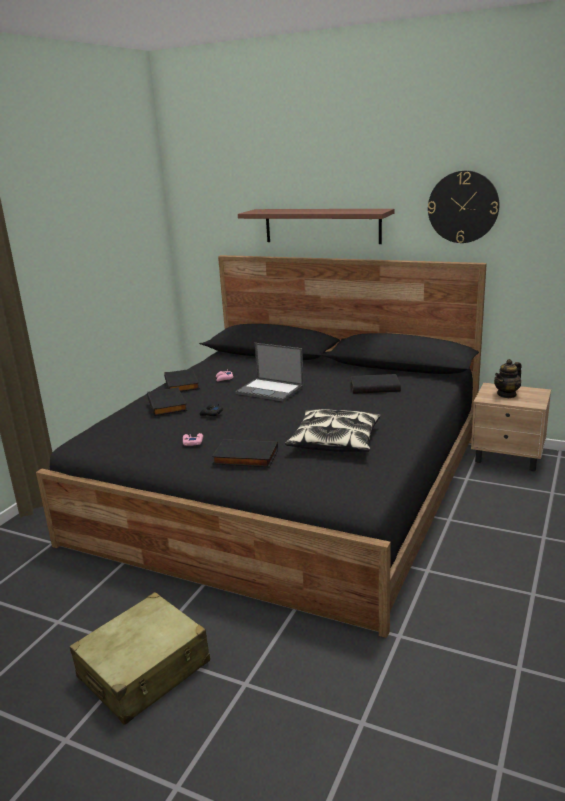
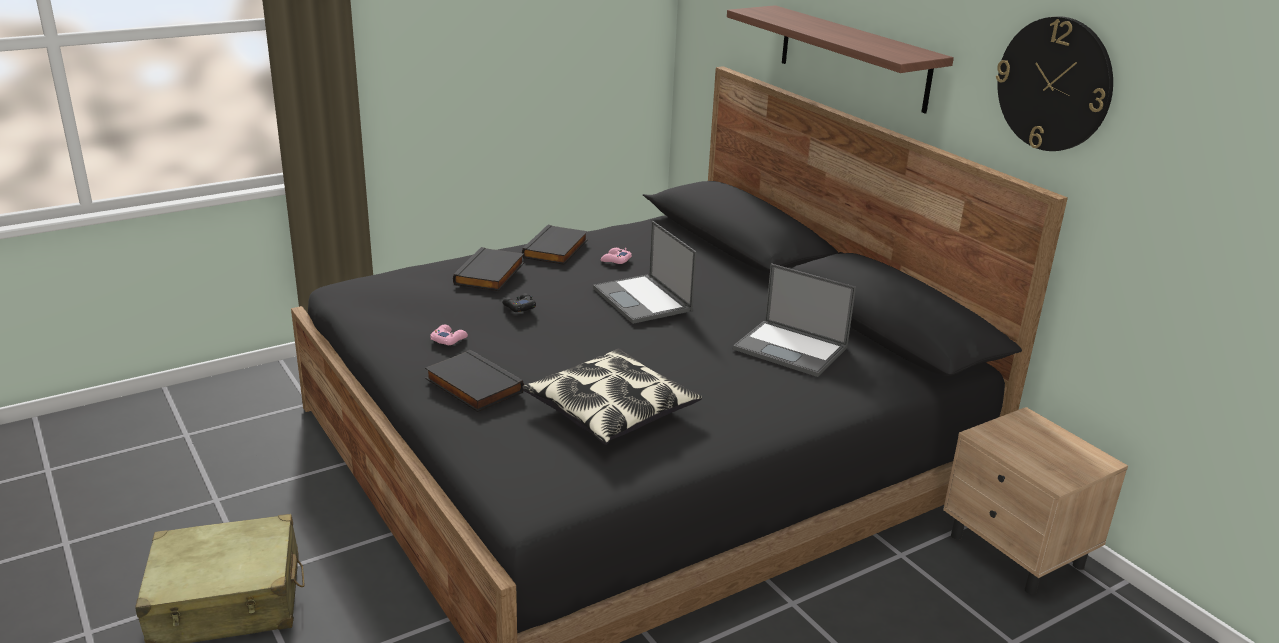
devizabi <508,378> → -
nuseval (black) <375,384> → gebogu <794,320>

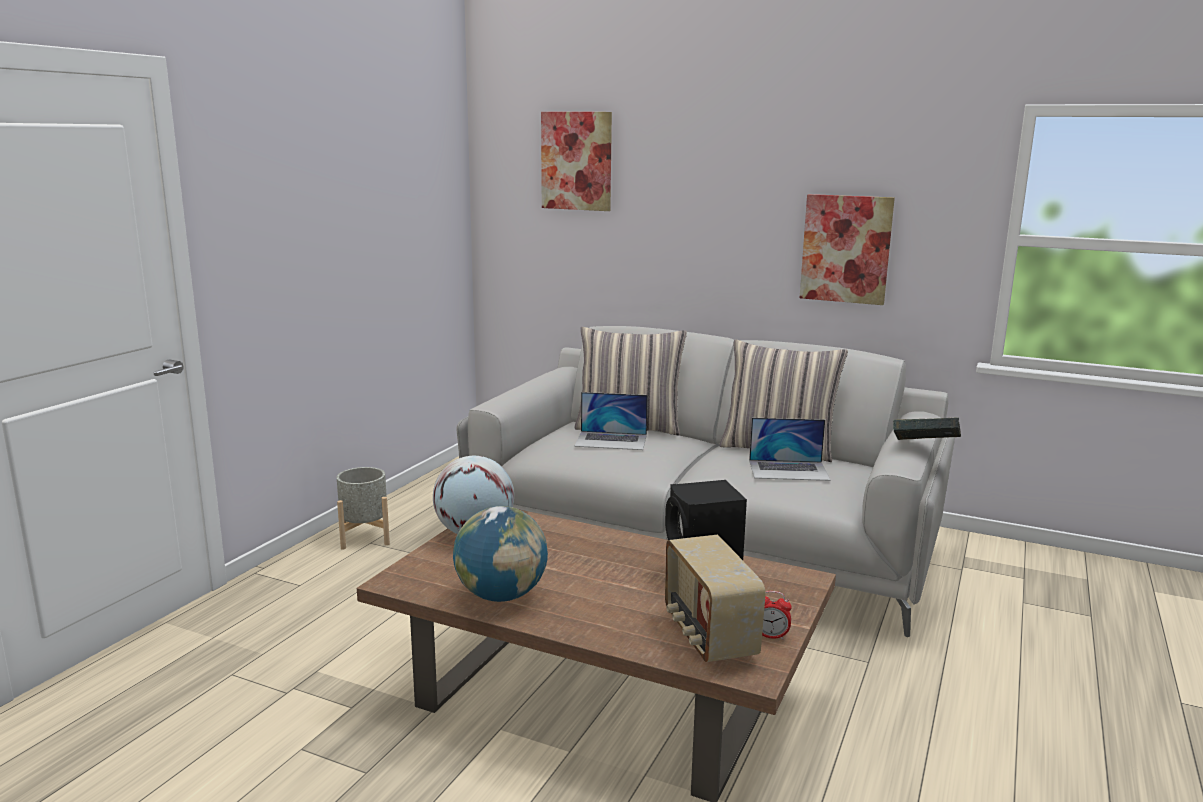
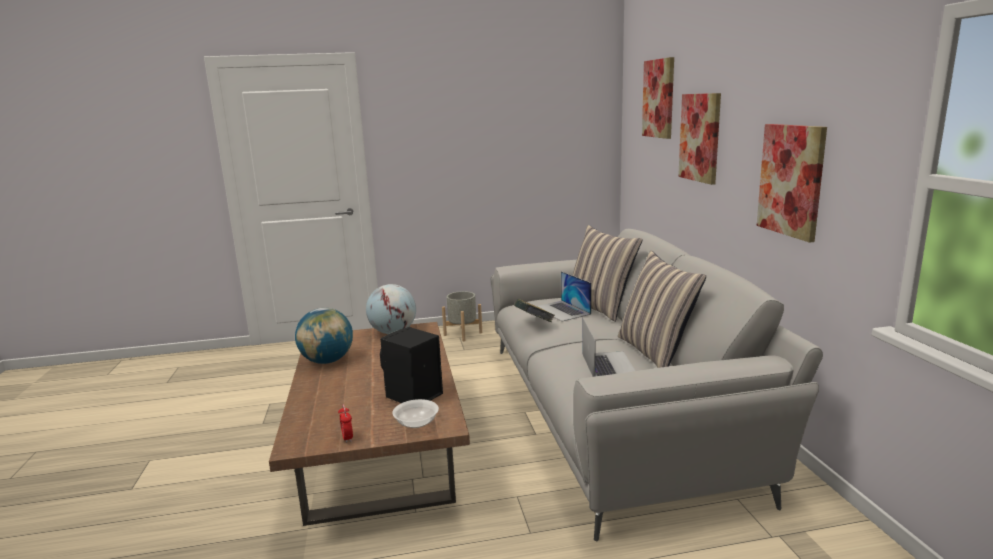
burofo <715,598> → -
- → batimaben <415,413>
- → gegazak <699,139>
nuseval <927,429> → nuseval <534,310>, move
gebogu <790,449> → gebogu <608,347>, 150 degrees counterclockwise

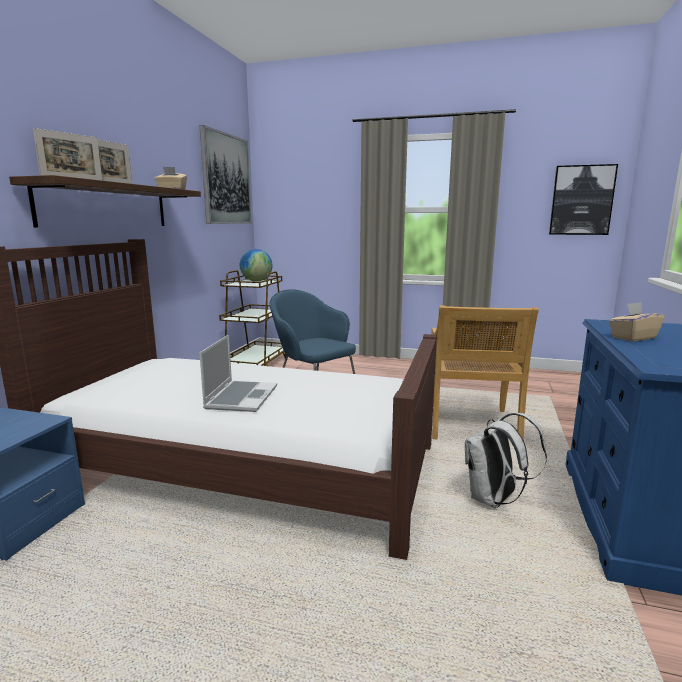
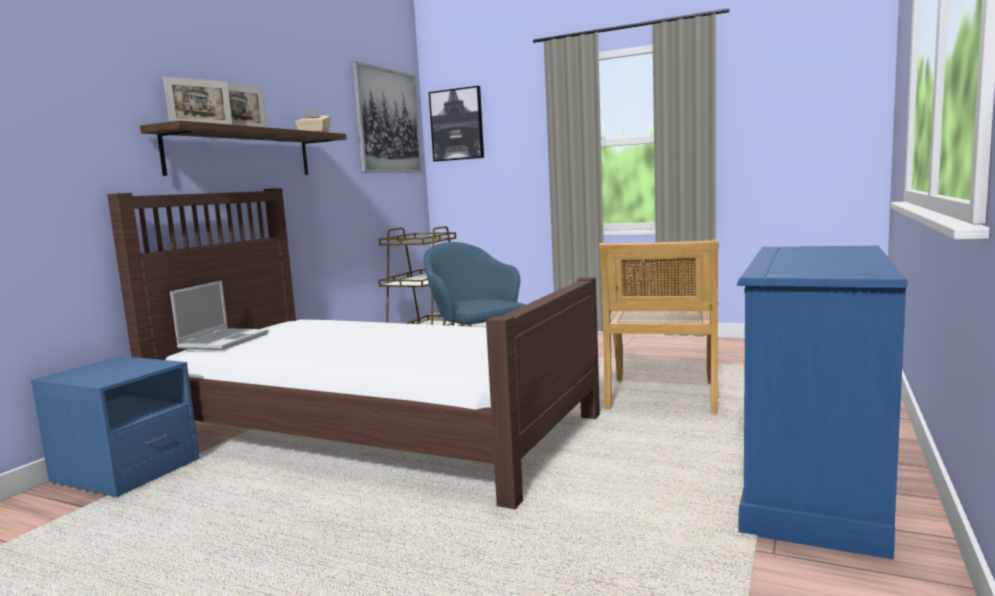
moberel <256,265> → -
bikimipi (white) <506,460> → -
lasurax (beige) <637,321> → -
gebogu <238,373> → gebogu <219,315>, move
gegazak <583,199> → gegazak <456,124>, move

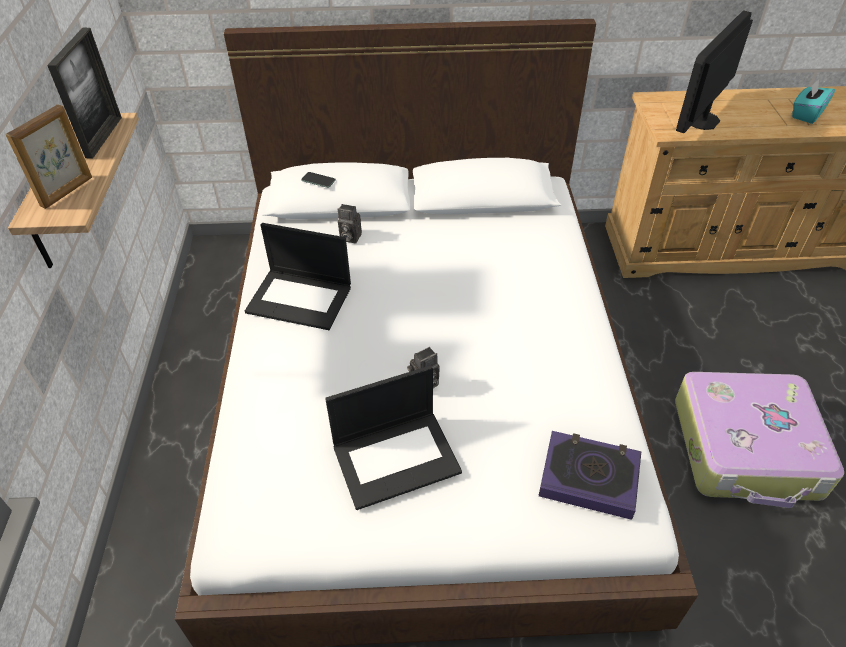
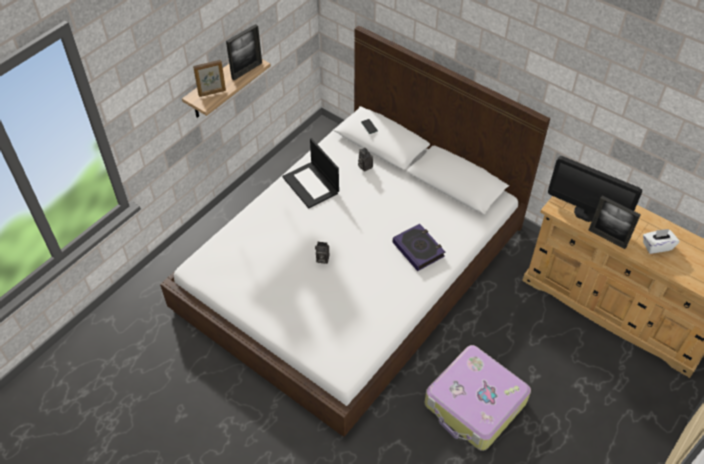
gebogu <393,437> → -
- → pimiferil <615,222>
nuseval <589,475> → nuseval <419,247>, move
lasurax (turquoise) <813,102> → lasurax (white) <661,241>
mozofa <714,72> → mozofa <595,189>, 135 degrees counterclockwise

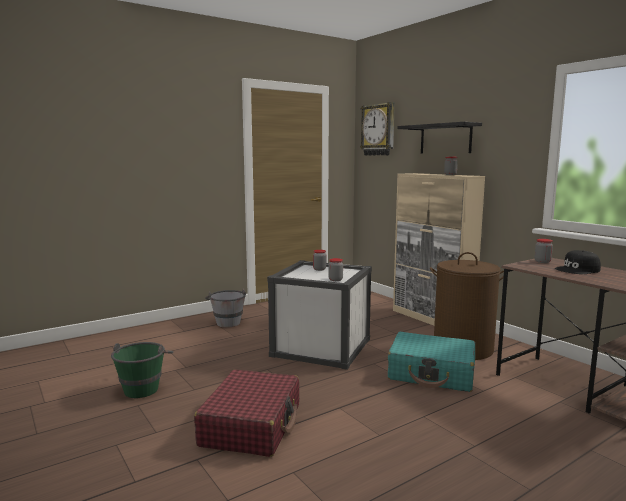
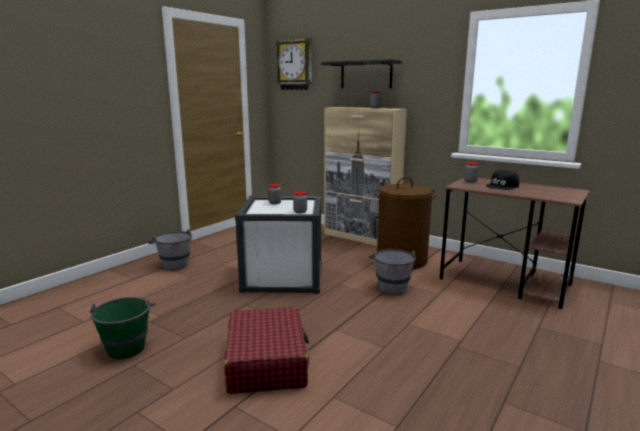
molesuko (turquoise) <431,362> → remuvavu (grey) <392,271>

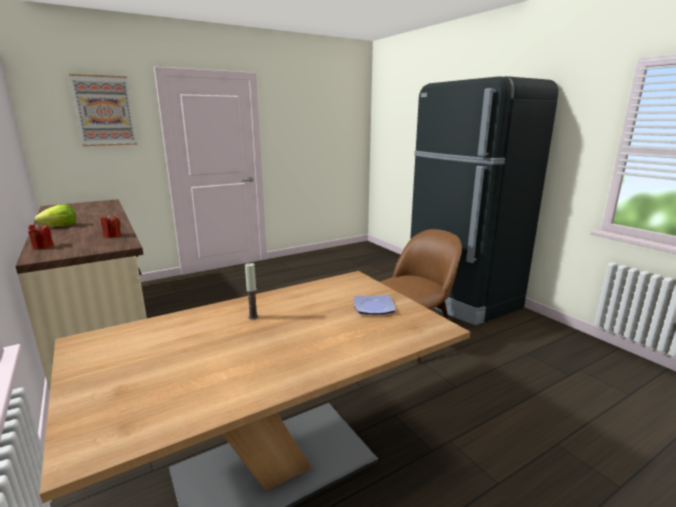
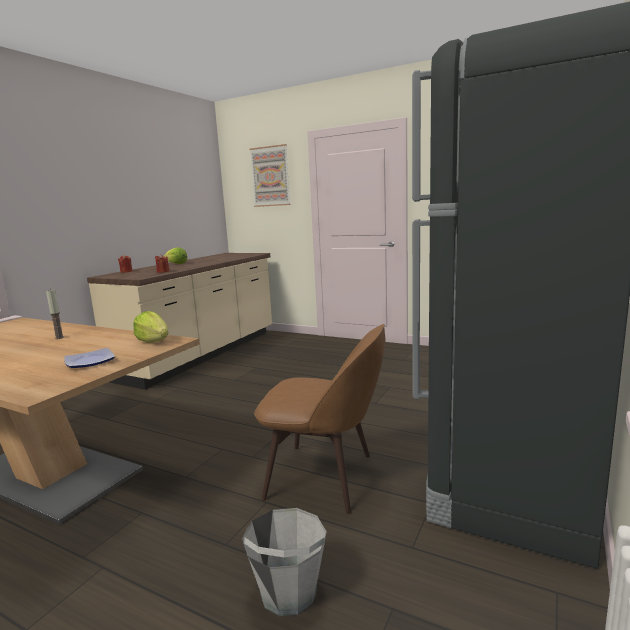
- → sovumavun <150,327>
- → remuvavu (grey) <284,562>

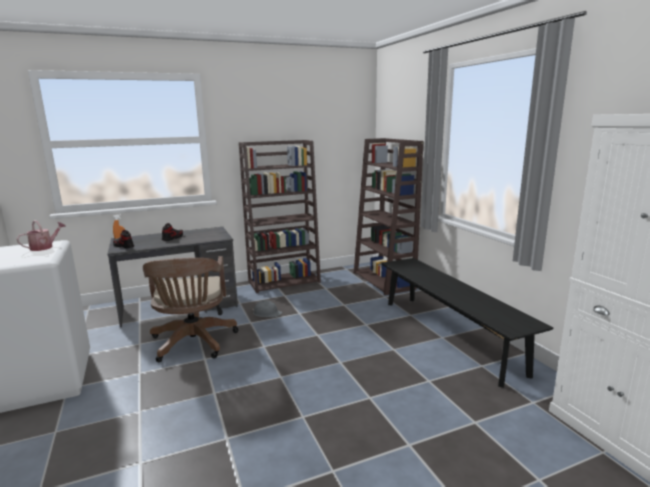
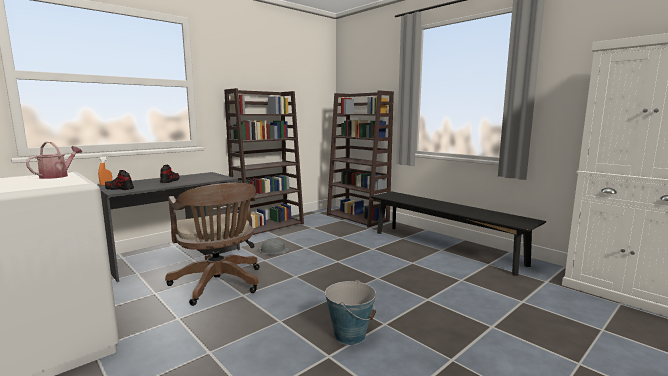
- → remuvavu <350,312>

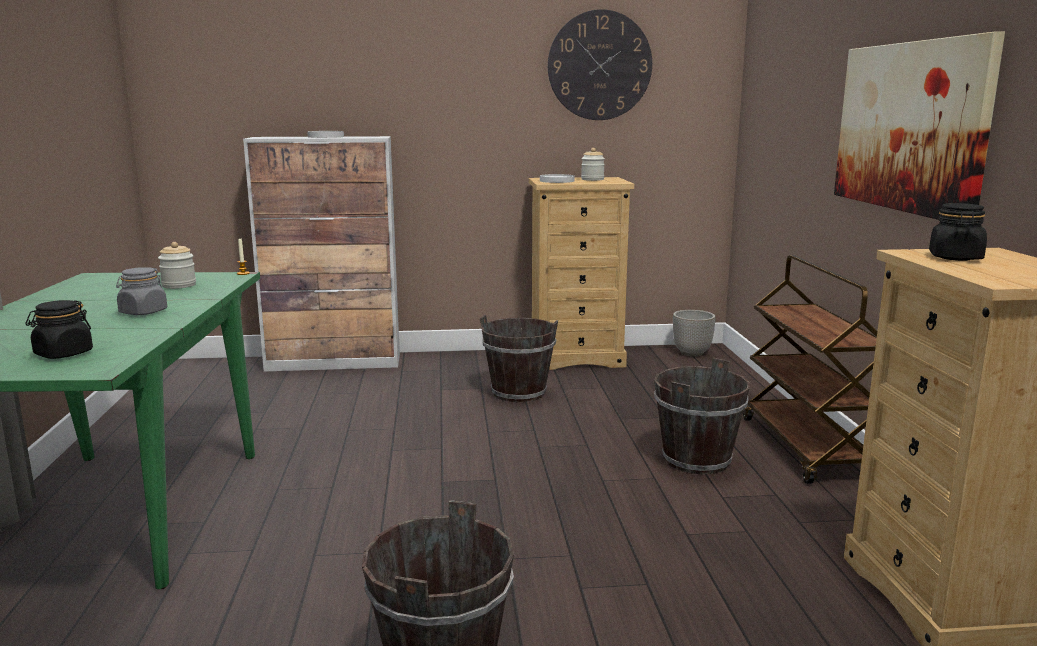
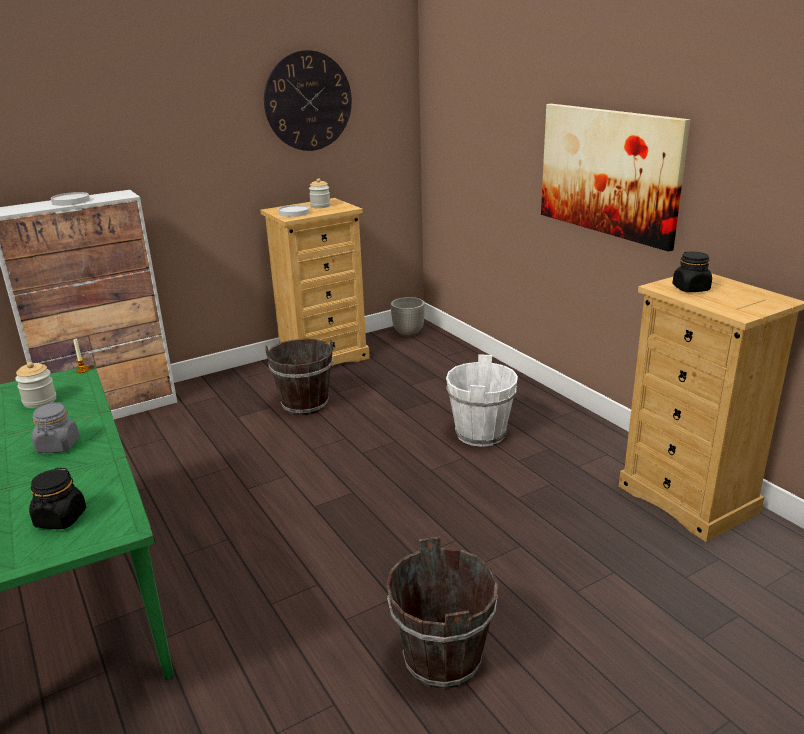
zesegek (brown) <810,369> → -
remuvavu (brown) <702,416> → remuvavu (white) <482,400>

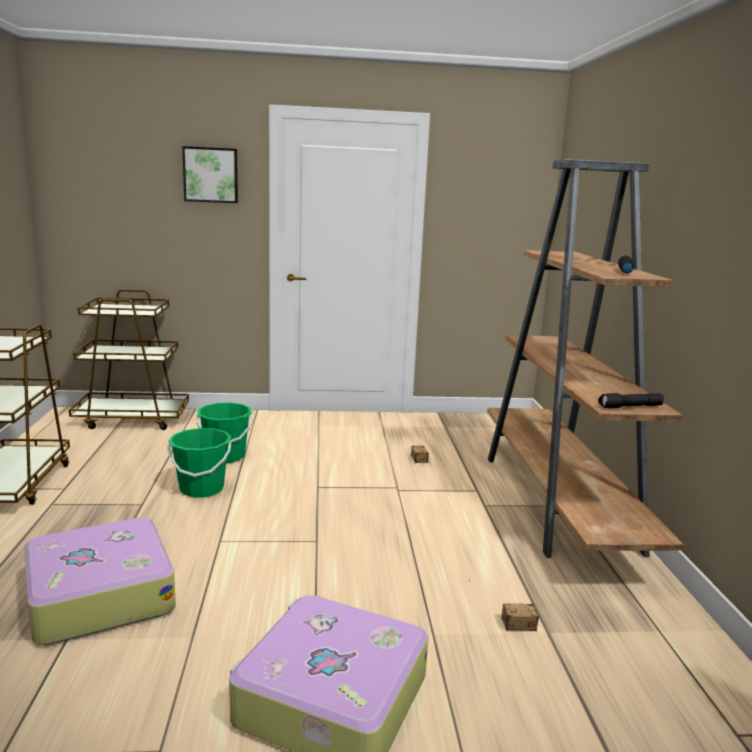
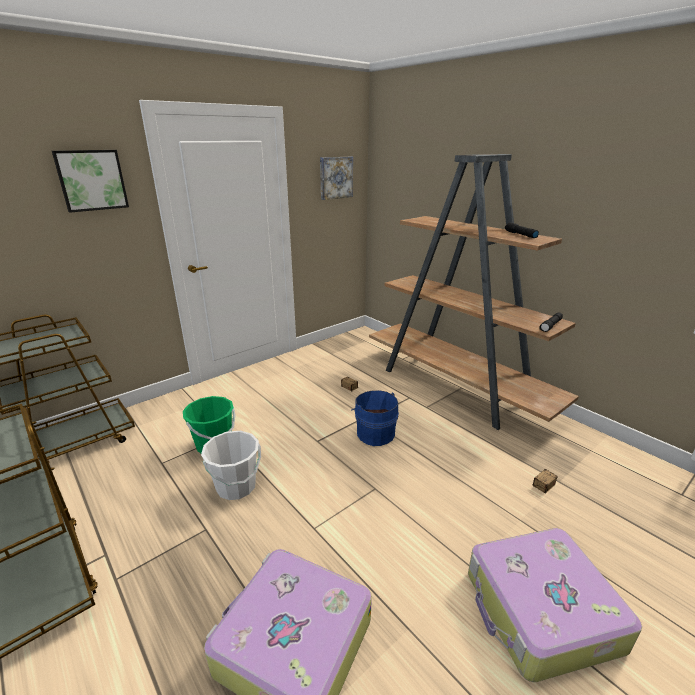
- → gegazak <336,178>
- → remuvavu (blue) <375,418>
remuvavu (green) <199,463> → remuvavu (white) <231,465>

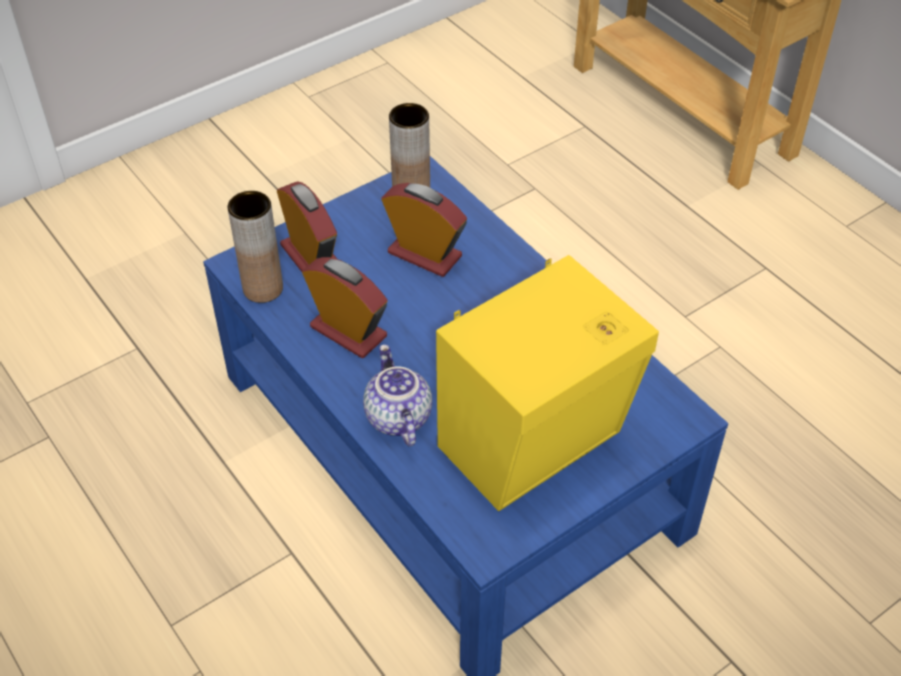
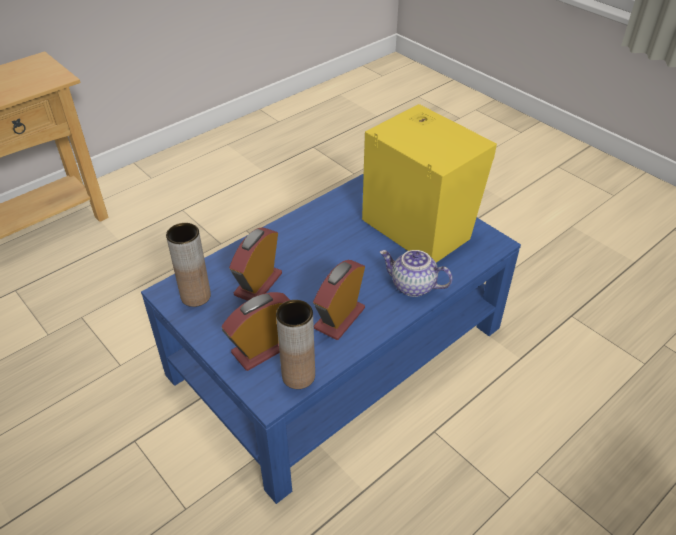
devizabi <397,395> → devizabi <416,273>, 45 degrees clockwise

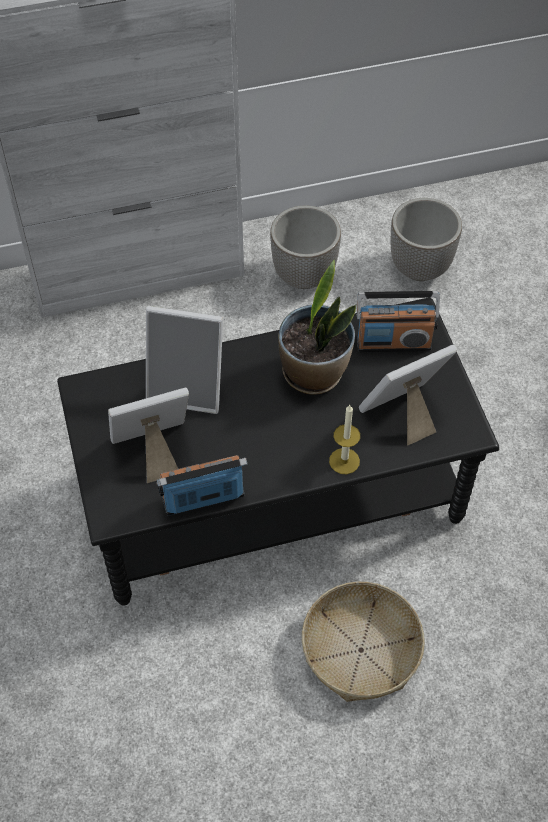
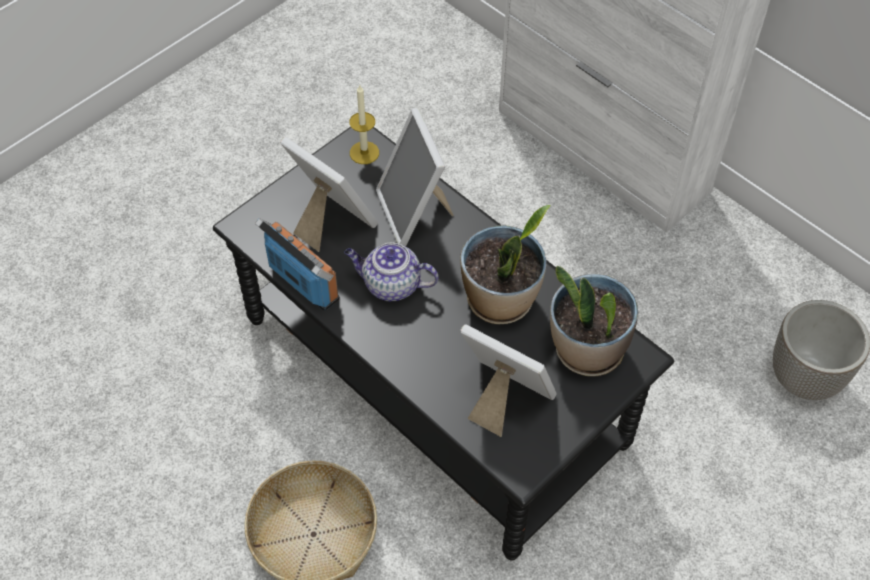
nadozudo <305,247> → -
- → devizabi <391,271>
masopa <344,439> → masopa <364,124>, move
burofo <398,321> → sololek <594,321>

